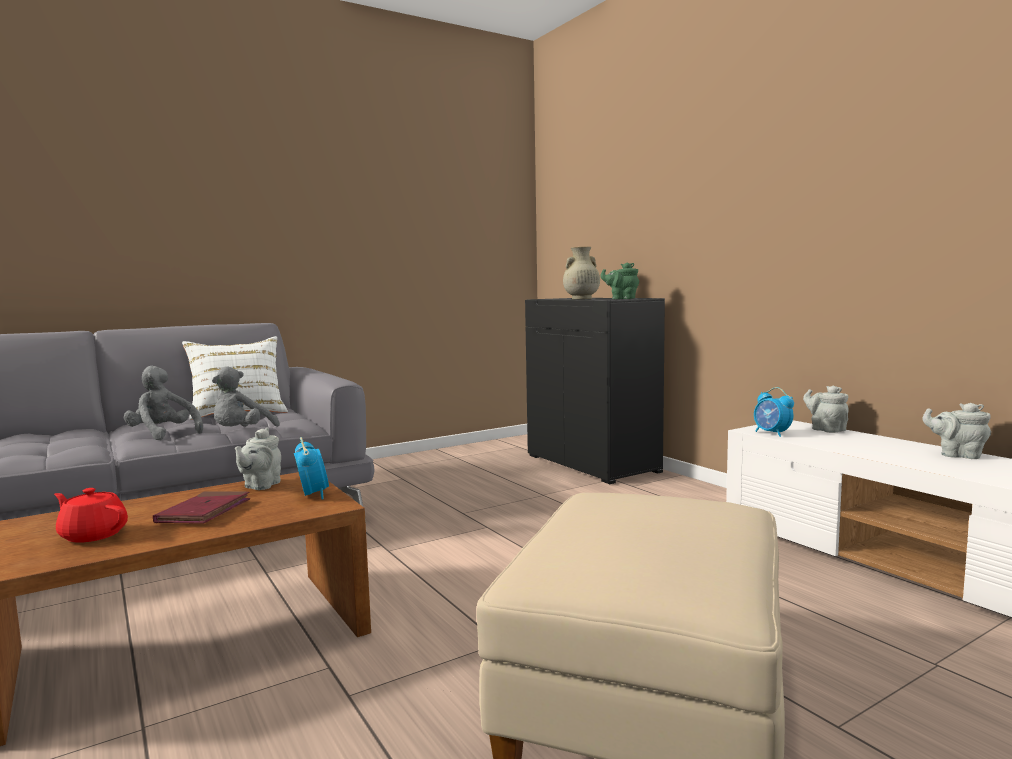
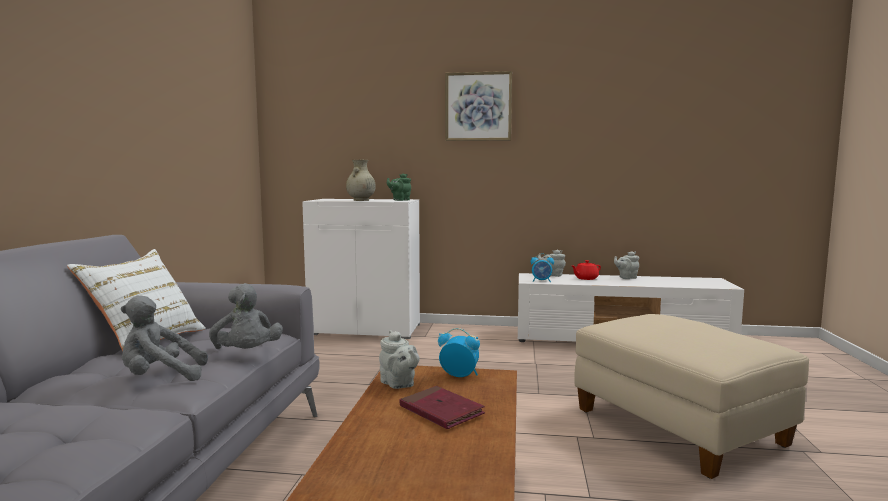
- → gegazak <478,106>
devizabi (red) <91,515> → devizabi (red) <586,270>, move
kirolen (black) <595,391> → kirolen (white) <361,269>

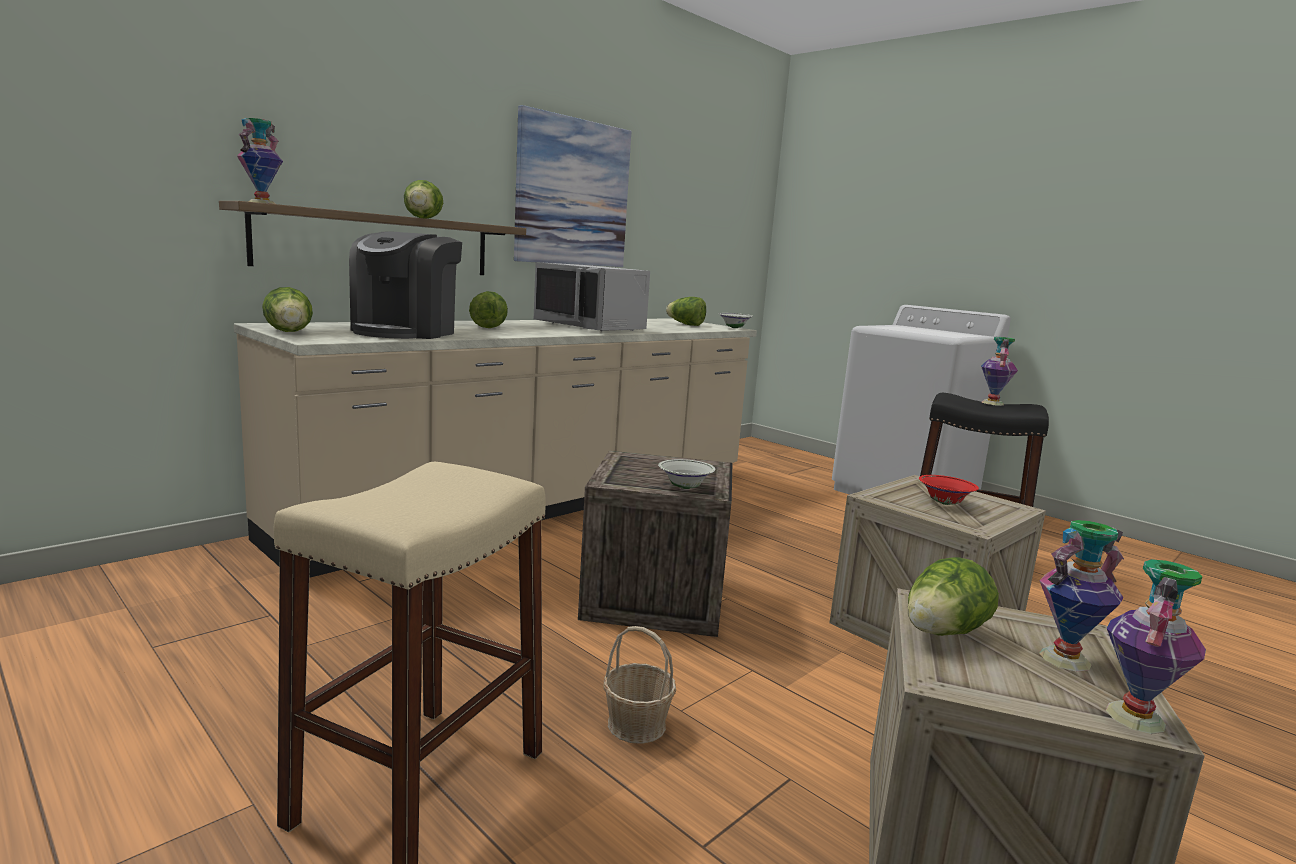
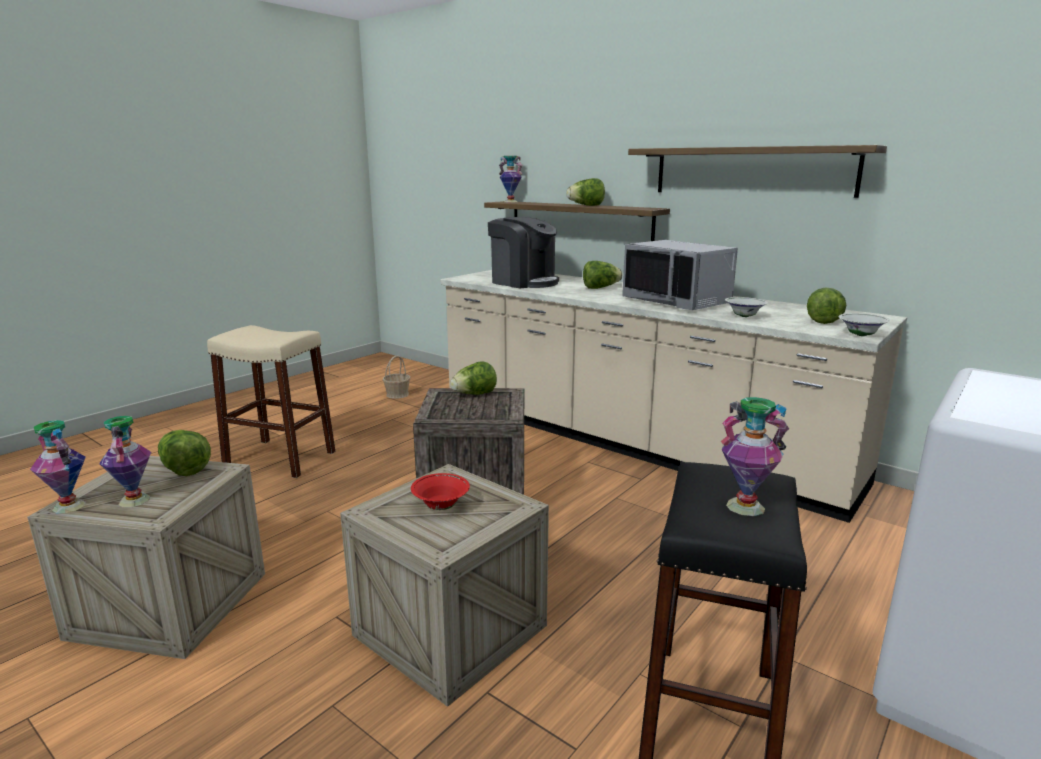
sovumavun <287,309> → sovumavun <473,378>, move
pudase <639,685> → pudase <397,377>, move
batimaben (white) <686,474> → batimaben (white) <746,307>, move
gegazak <572,186> → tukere <757,171>
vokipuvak <405,285> → vokipuvak <523,252>, 150 degrees counterclockwise
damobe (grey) <592,297> → damobe (grey) <680,275>, 75 degrees counterclockwise

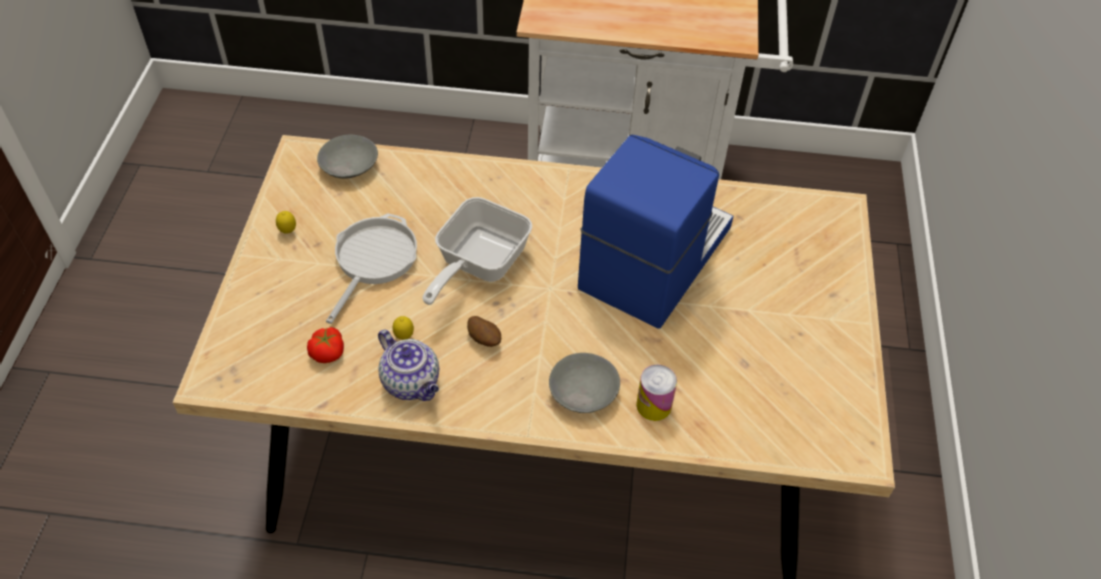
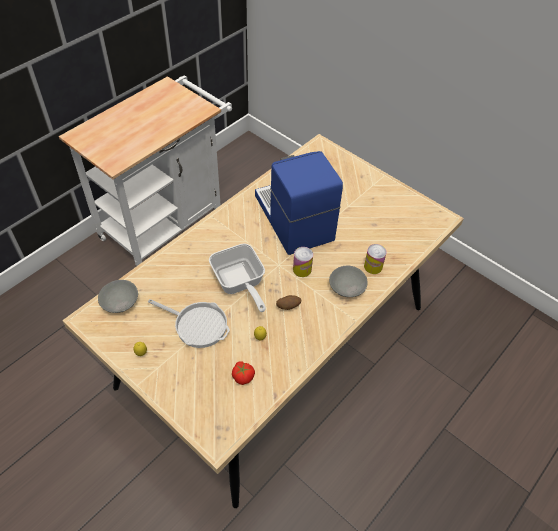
devizabi <408,365> → -
- → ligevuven <303,262>
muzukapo <371,268> → muzukapo <189,323>, 150 degrees clockwise

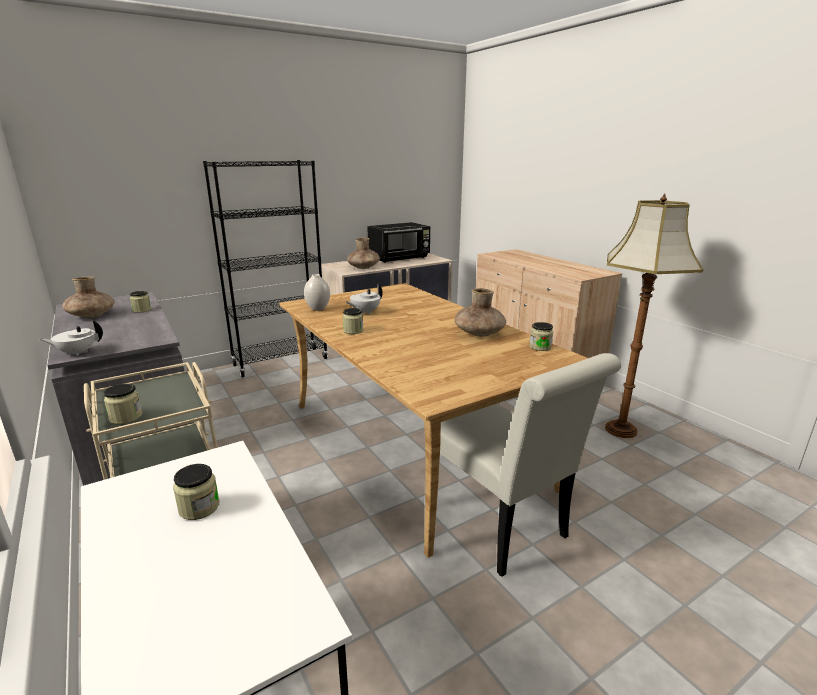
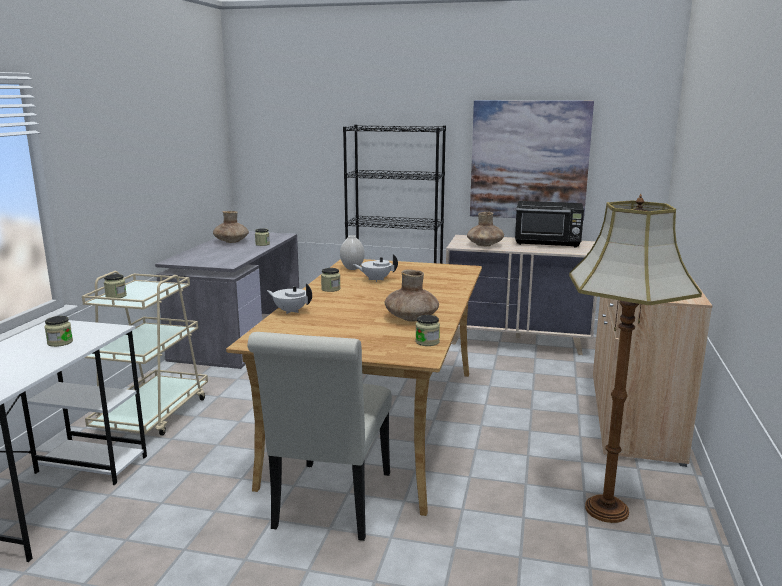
- → gegazak <532,161>
devizabi (white) <71,338> → devizabi (white) <289,298>, move

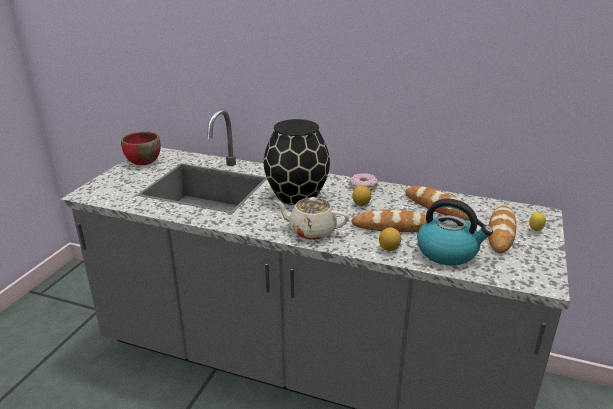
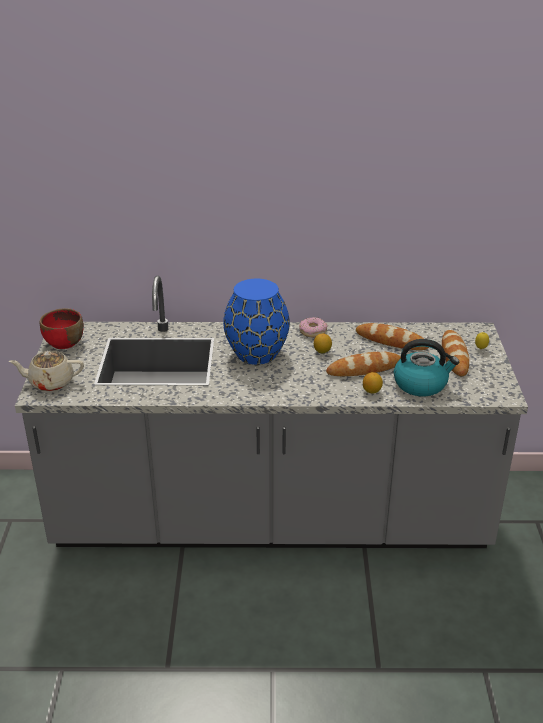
devizabi (beige) <311,218> → devizabi (beige) <46,371>, move
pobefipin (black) <297,162> → pobefipin (blue) <256,322>

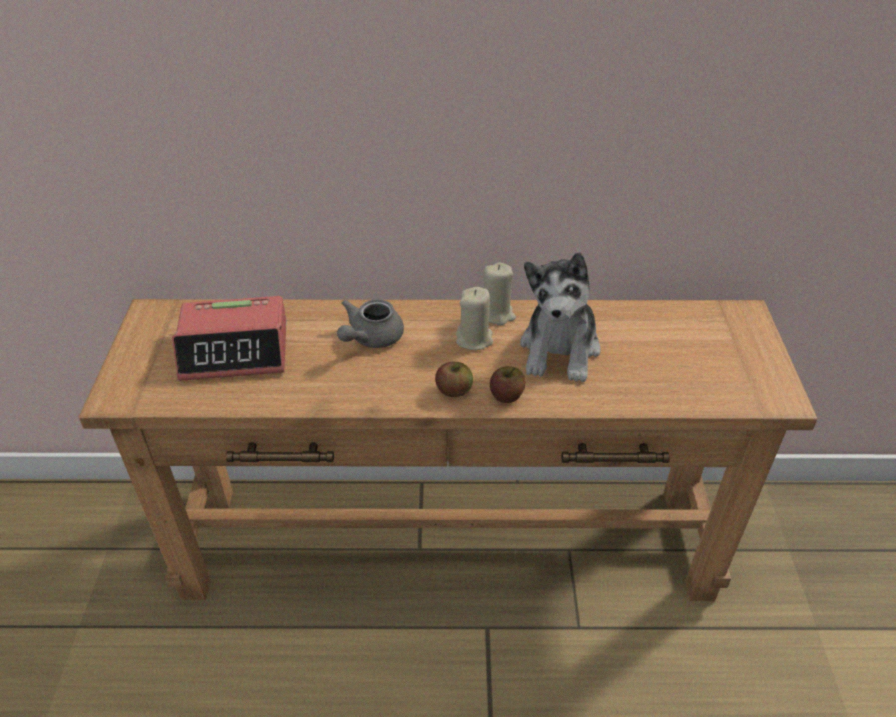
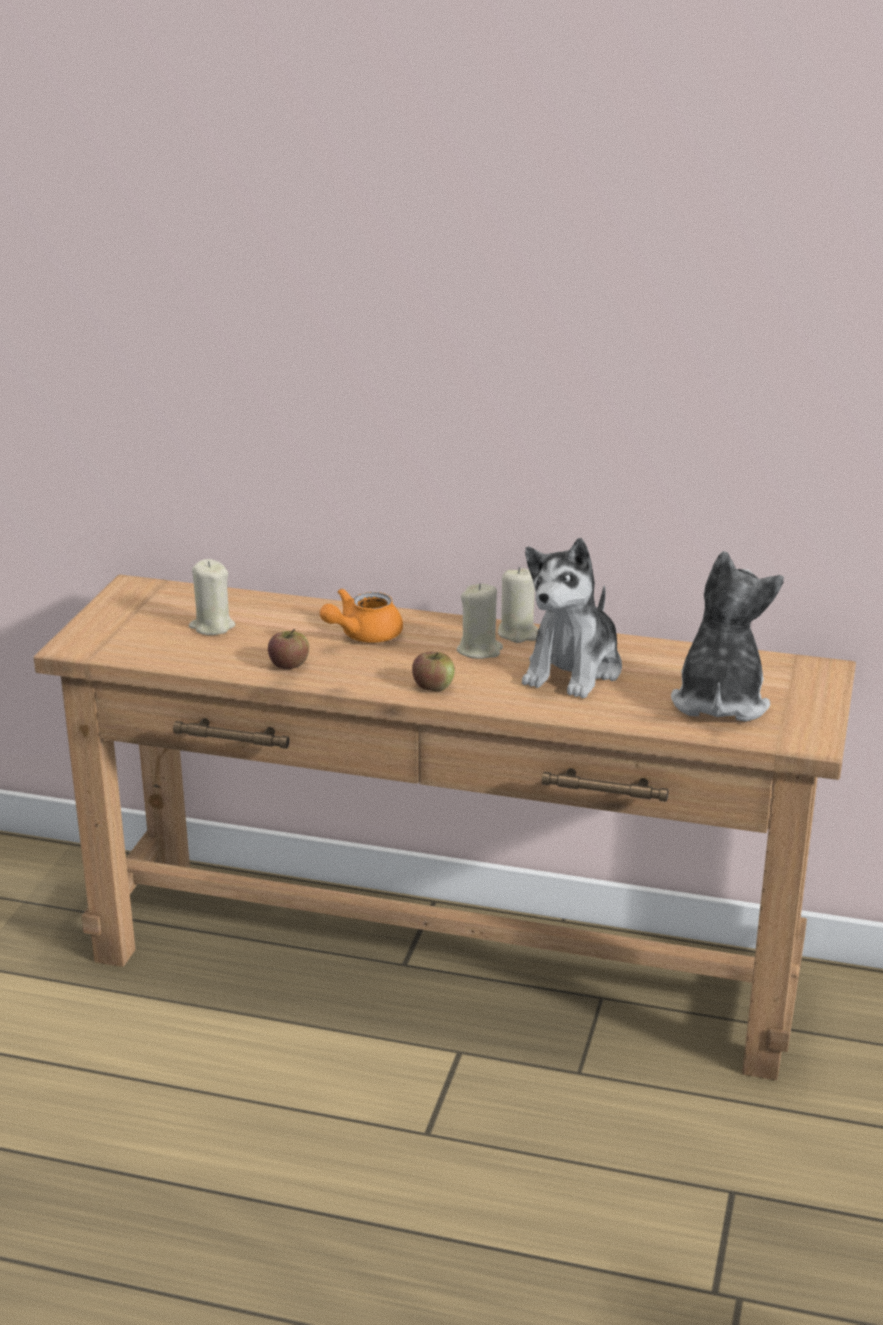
- → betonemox <727,636>
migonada <508,384> → migonada <288,649>, move
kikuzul <229,338> → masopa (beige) <212,597>
devizabi (grey) <370,323> → devizabi (orange) <361,615>

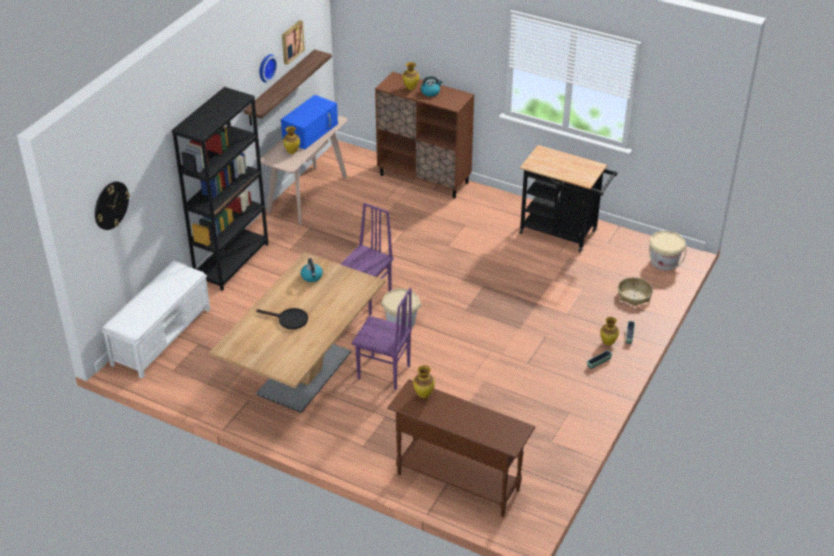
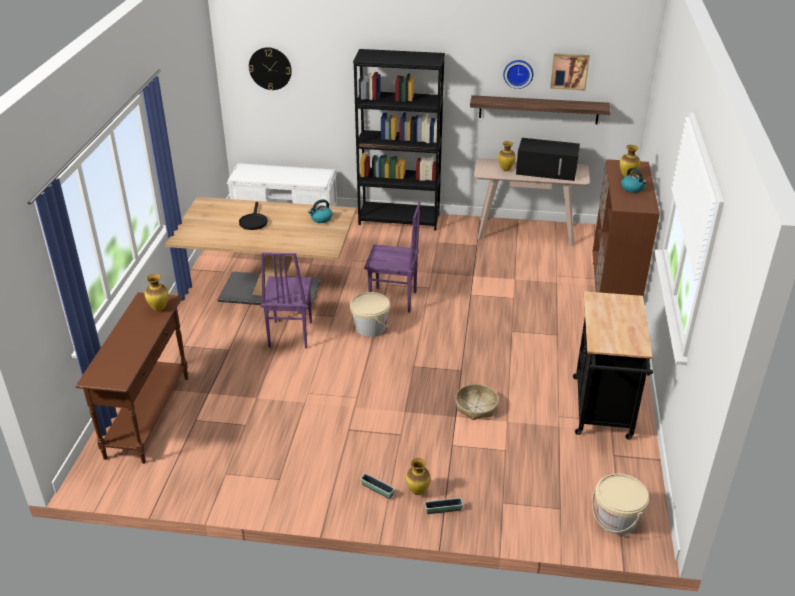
pudase <635,291> → pudase <477,402>, move
damobe (blue) <309,122> → damobe (black) <548,159>

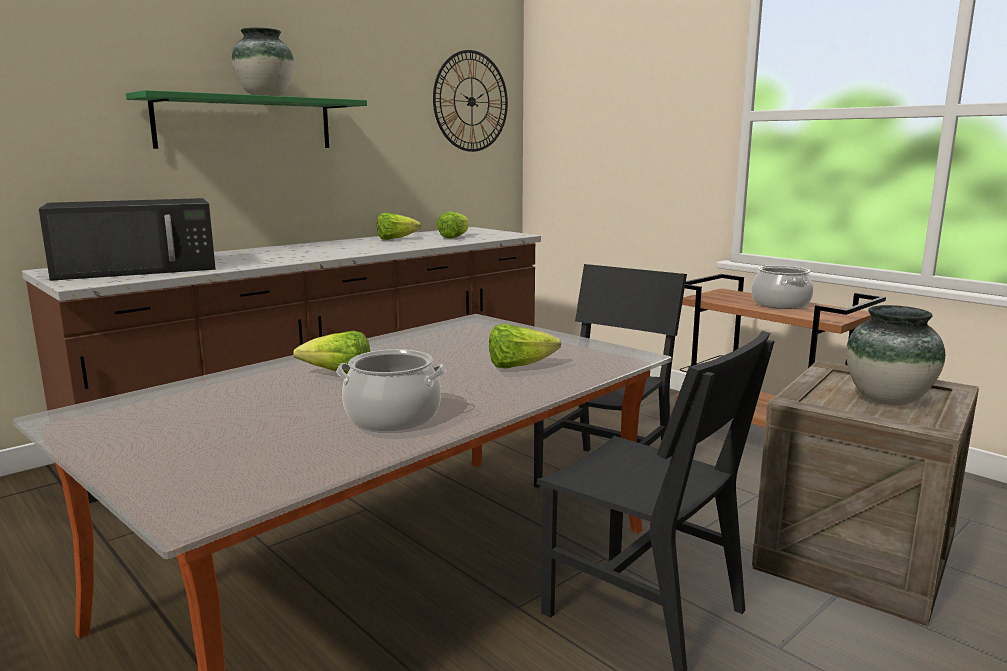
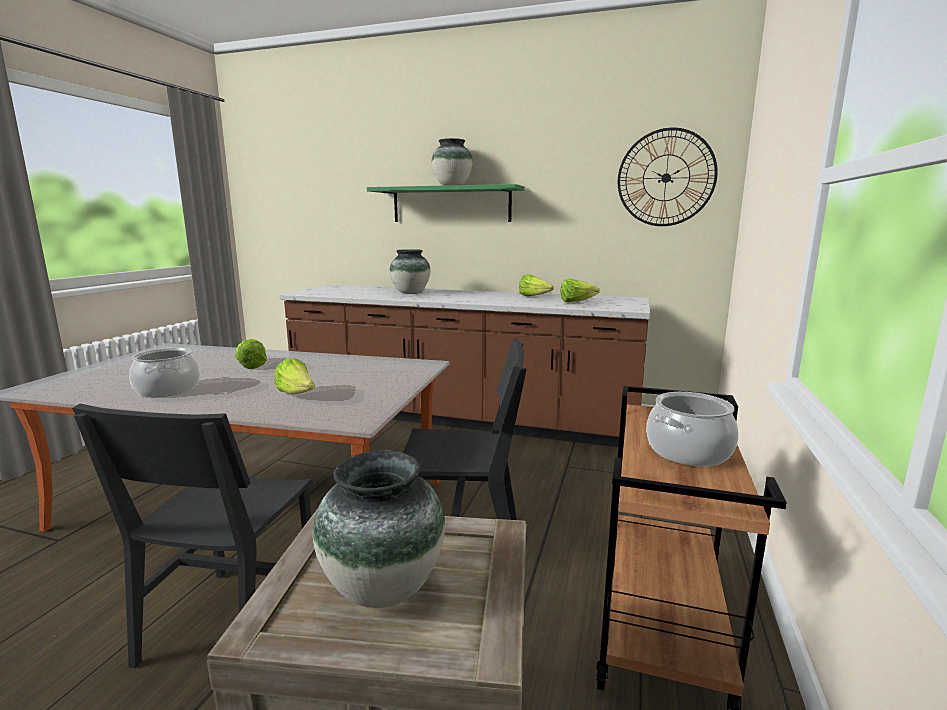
damobe (black) <127,239> → -
- → pobefipin <410,271>

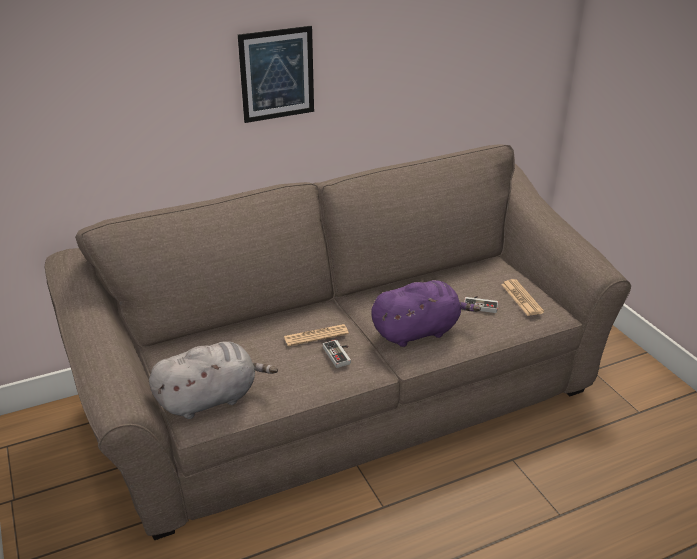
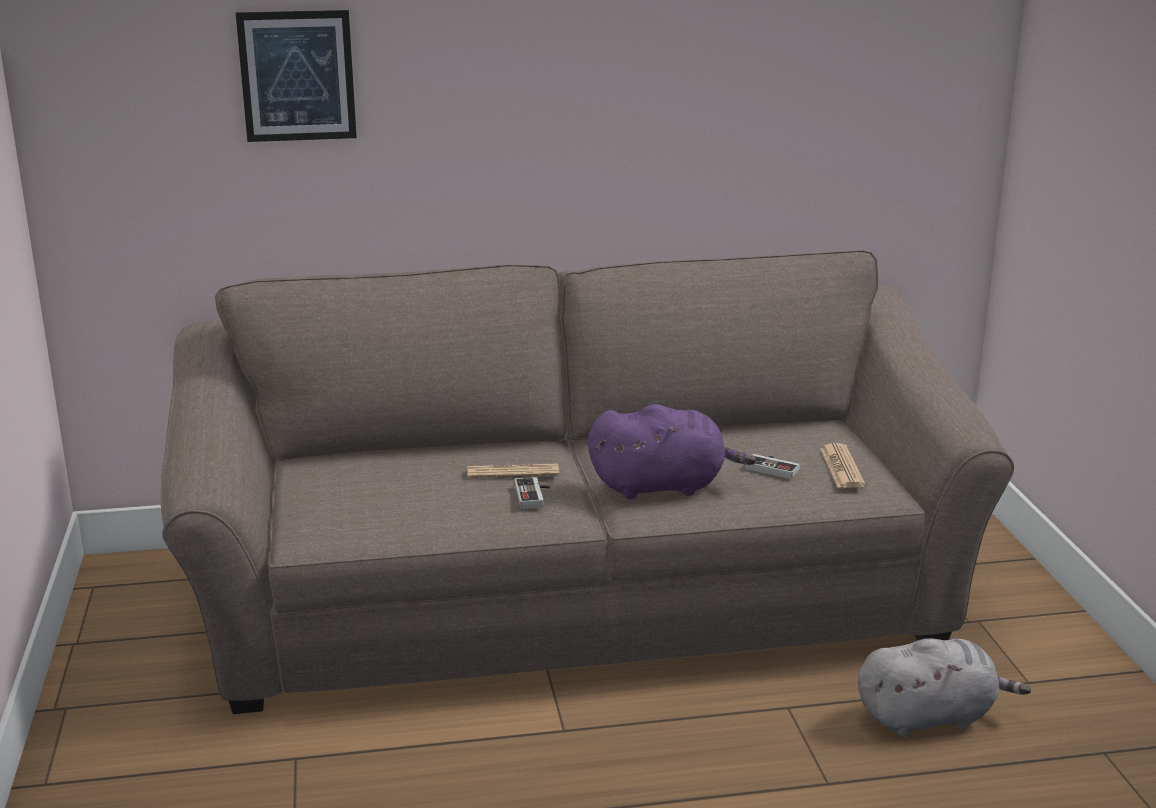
betonemox (grey) <213,380> → betonemox (grey) <944,687>, move
gegazak <276,74> → gegazak <296,76>, move

